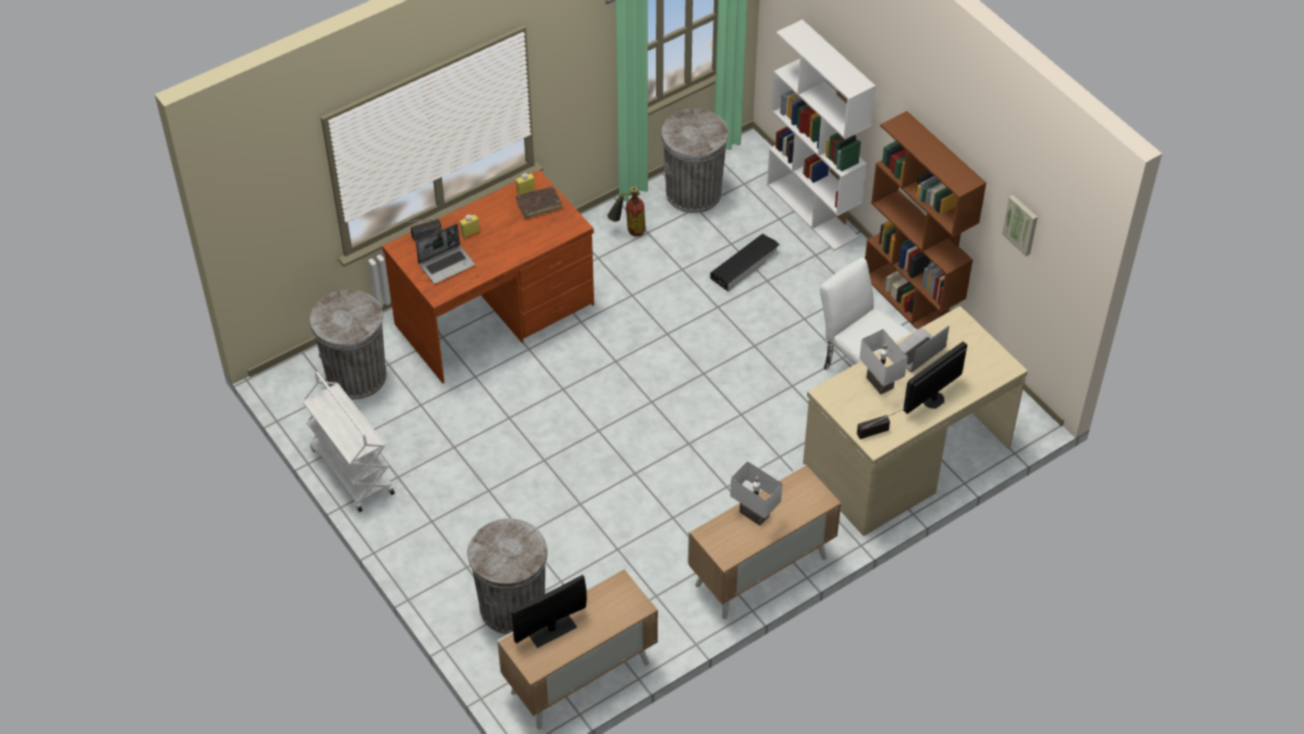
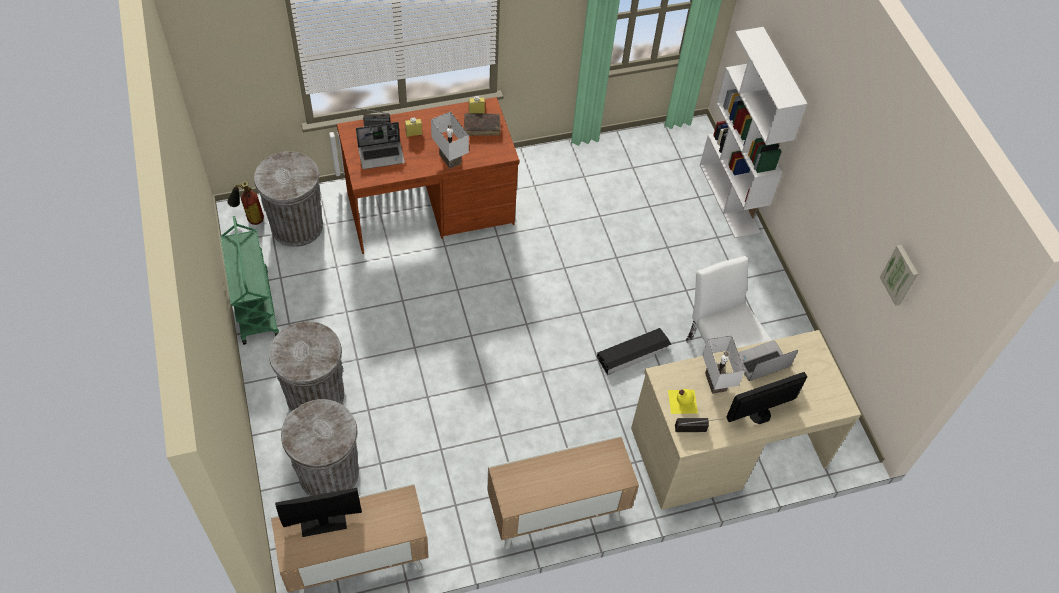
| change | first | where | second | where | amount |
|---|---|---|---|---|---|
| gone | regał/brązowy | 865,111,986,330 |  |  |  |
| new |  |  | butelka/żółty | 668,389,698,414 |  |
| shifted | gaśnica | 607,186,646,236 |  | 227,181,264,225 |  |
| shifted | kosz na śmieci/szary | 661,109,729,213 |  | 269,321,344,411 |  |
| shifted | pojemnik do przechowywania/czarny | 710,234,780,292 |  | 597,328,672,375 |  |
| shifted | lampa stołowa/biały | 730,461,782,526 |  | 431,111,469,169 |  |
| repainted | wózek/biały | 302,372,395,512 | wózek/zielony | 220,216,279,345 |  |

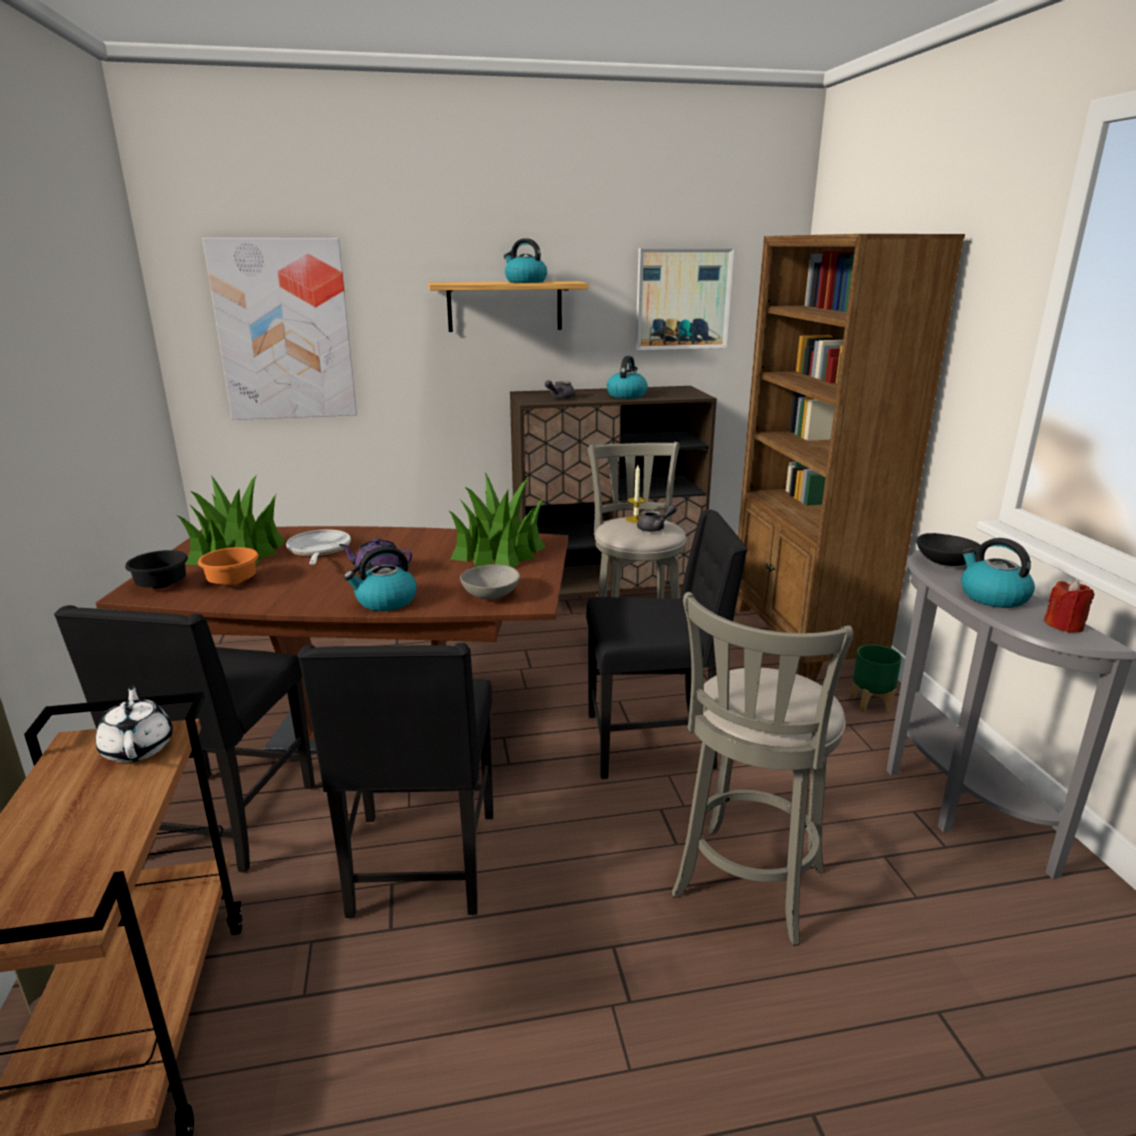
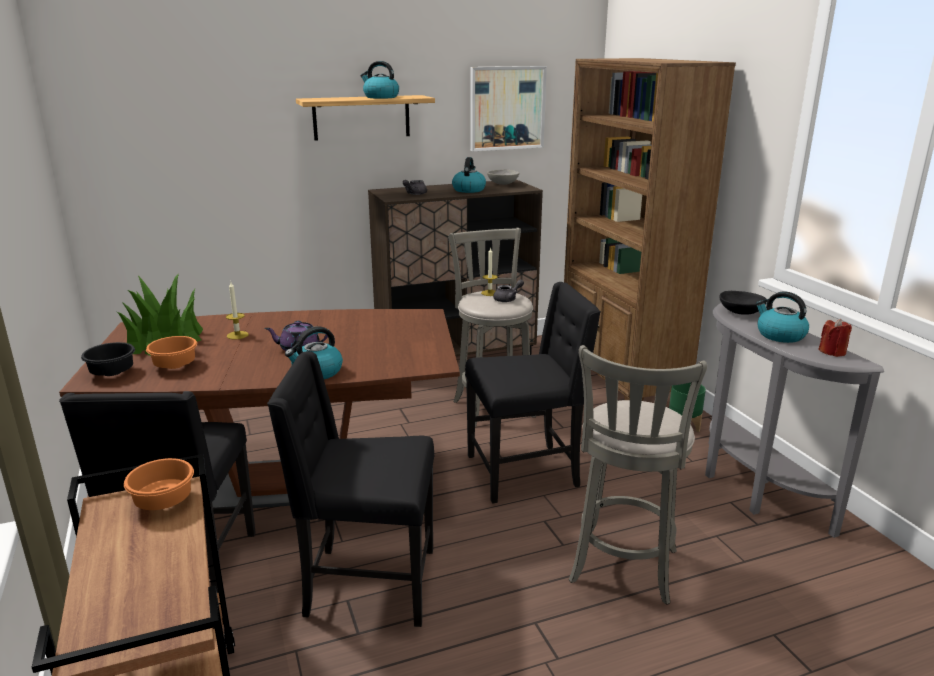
| change | first | where | second | where | amount |
|---|---|---|---|---|---|
| gone | obraz | 202,238,357,420 |  |  |  |
| gone | roślina doniczkowa | 449,473,545,568 |  |  |  |
| shifted | miska/szary | 460,564,520,599 |  | 487,169,519,185 |  |
| swapped | imbryk/biały | 96,685,173,763 | miska/pomarańczowy | 124,458,194,510 |  |
| swapped | patelnia | 286,529,351,565 | świeca | 226,282,249,340 |  |
| rotated | krzesło/czarny | 297,643,493,918 |  | 267,351,434,627 | 105 degrees clockwise |

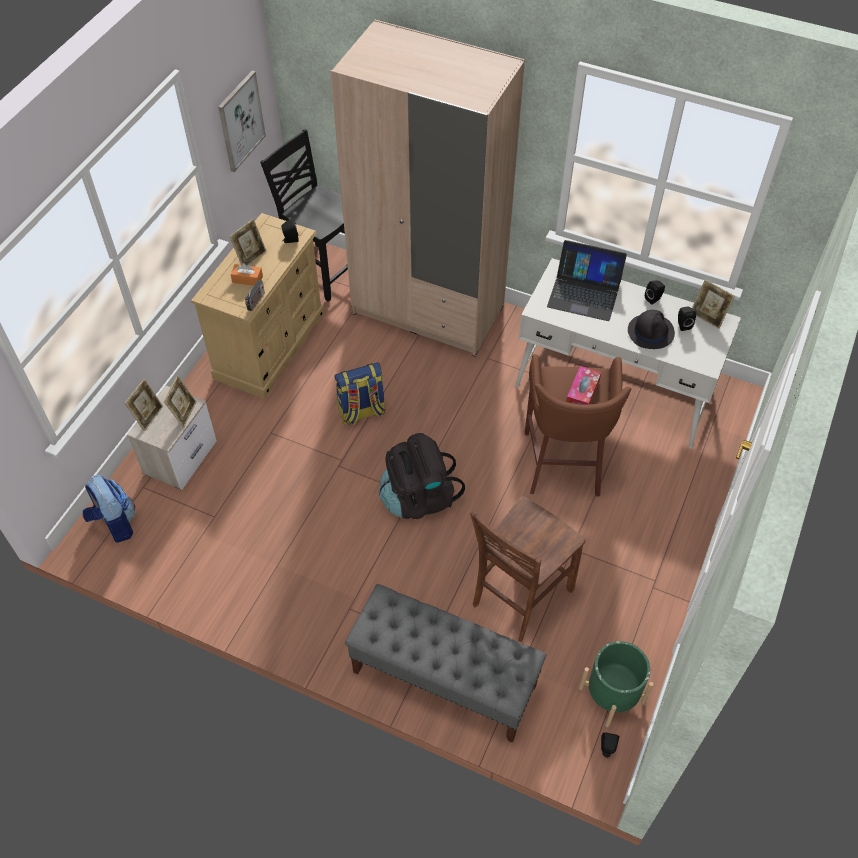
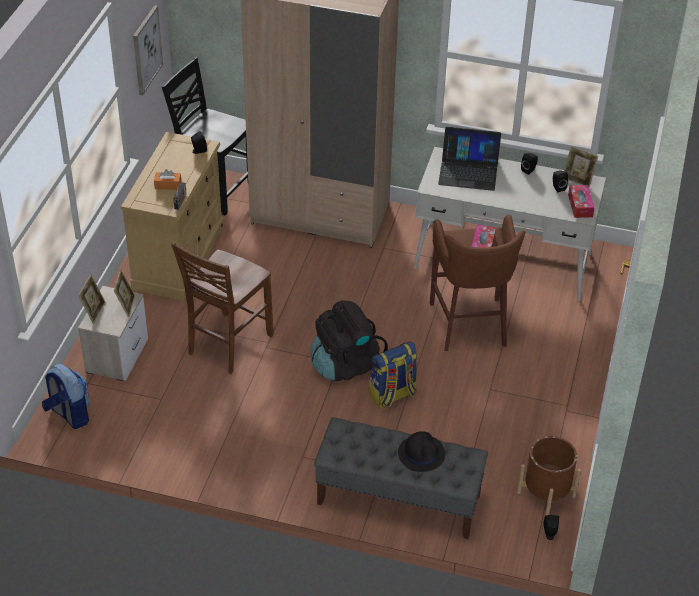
| change | first | where | second | where | amount |
|---|---|---|---|---|---|
| gone | ramka na zdjęcie | 229,219,267,266 |  |  |  |
| new |  |  | pudełko chusteczek | 568,185,594,218 |  |
| shifted | plecak | 334,362,386,425 |  | 369,341,418,408 |  |
| shifted | krzesło/brązowy | 470,497,585,642 |  | 171,242,274,374 |  |
| shifted | kapelusz/czarny | 628,310,675,349 |  | 398,431,445,472 |  |
| repainted | donica/zielony | 579,641,654,727 | donica/brązowy | 517,436,581,516 |  |

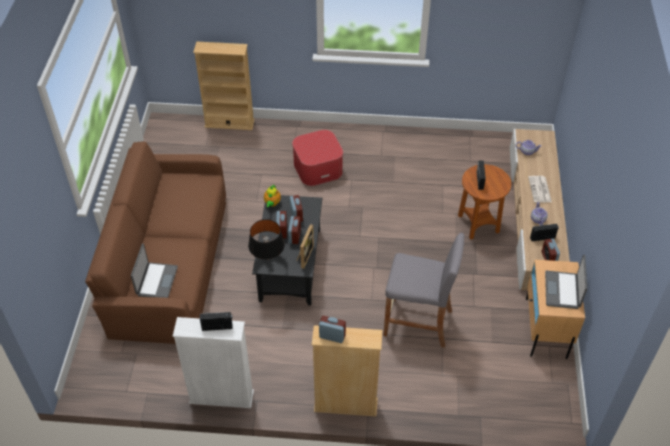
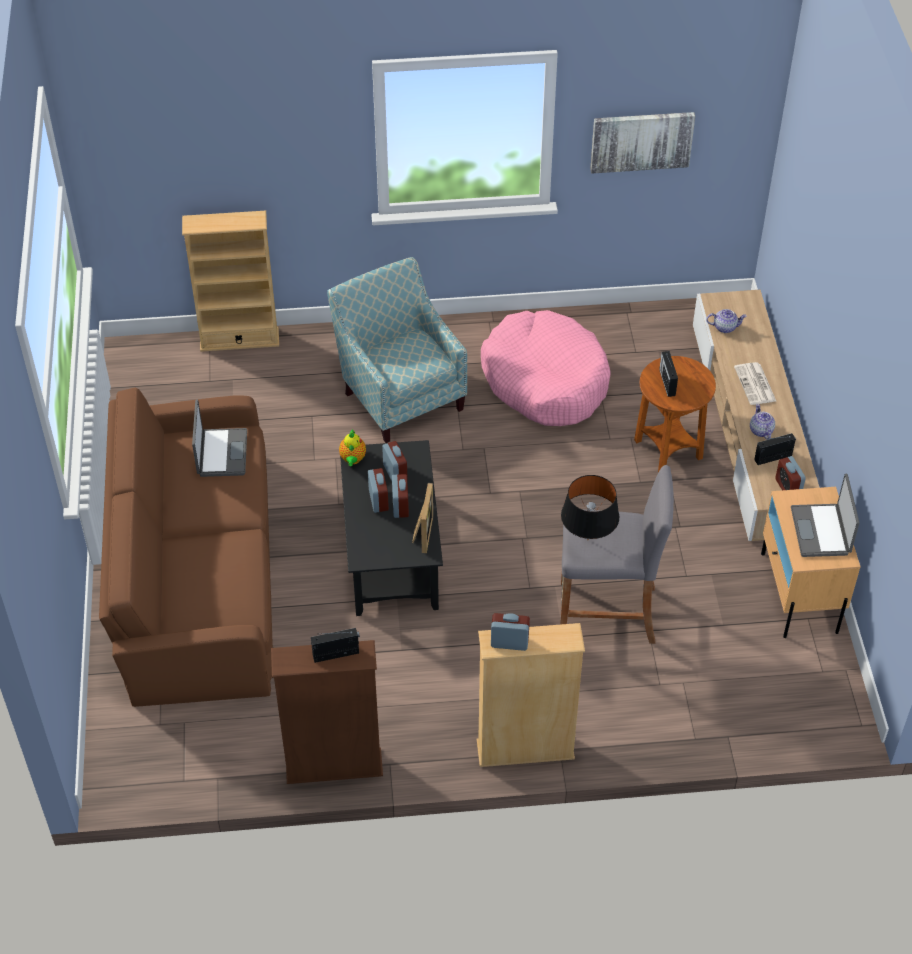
| change | first | where | second | where | amount |
|---|---|---|---|---|---|
| new |  |  | legowisko/różowy | 481,310,611,426 |  |
| new |  |  | obraz | 590,112,695,174 |  |
| shifted | laptop | 131,243,178,298 |  | 192,400,247,477 |  |
| shifted | lampa stołowa/czarny | 248,219,285,259 |  | 561,475,619,540 |  |
| swapped | pufa | 292,130,343,186 | fotel | 327,257,467,443 |  |
| repainted | regał/biały | 173,317,254,408 | regał/brązowy | 271,640,383,784 |  |

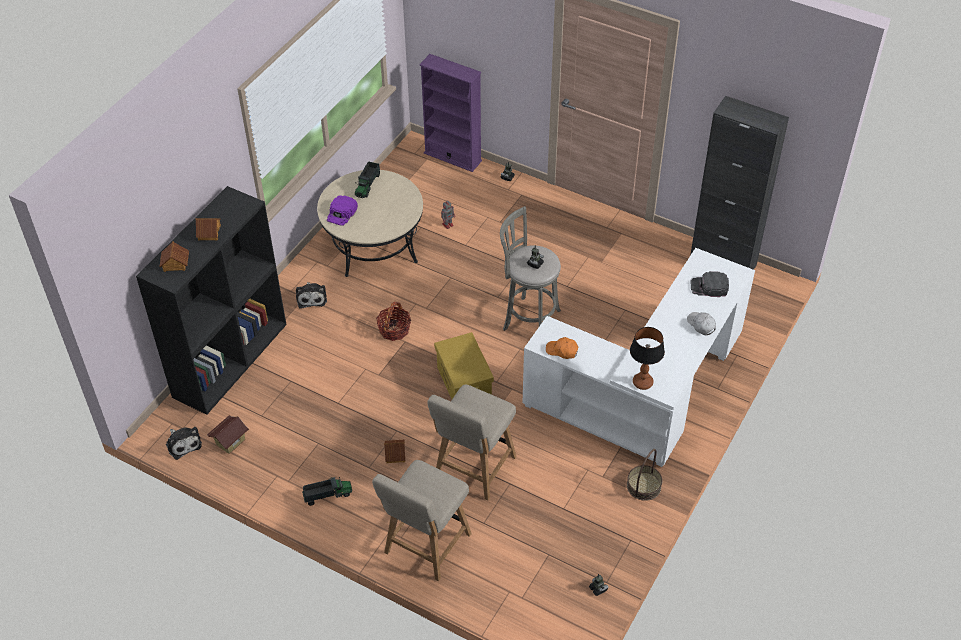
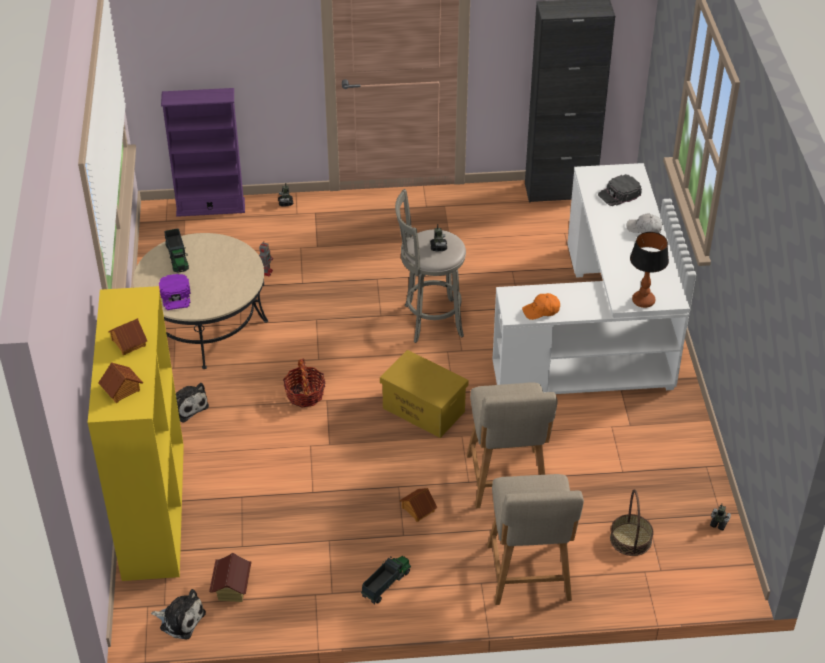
| change | first | where | second | where | amount |
|---|---|---|---|---|---|
| shifted | koszyk | 627,449,662,501 |  | 610,489,653,556 |  |
| repainted | regał/czarny | 136,186,286,415 | regał/żółty | 88,286,184,581 |  |

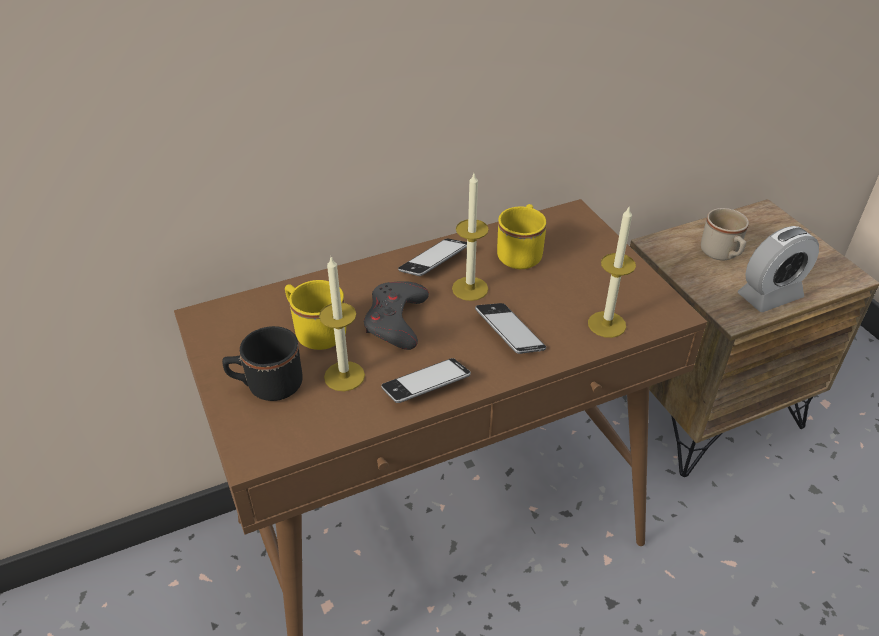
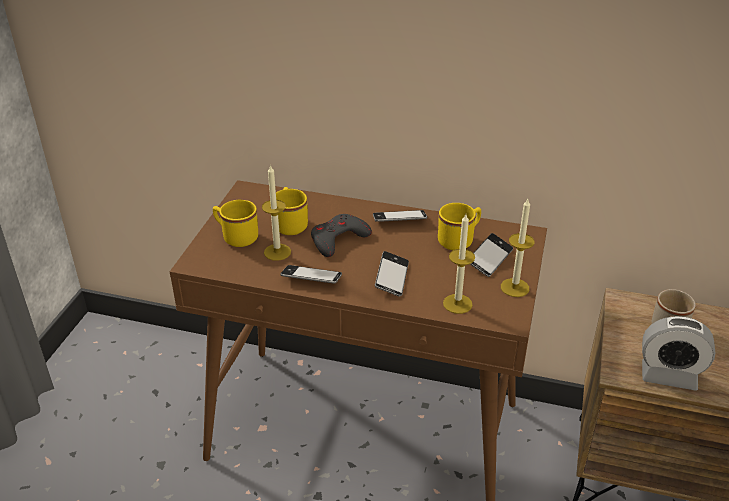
| change | first | where | second | where | amount |
|---|---|---|---|---|---|
| new |  |  | telefon | 470,233,513,277 |  |
| shifted | świeca | 452,173,489,301 |  | 501,199,535,297 |  |
| repainted | kubek/czarny | 222,326,303,401 | kubek/żółty | 213,200,258,247 |  |

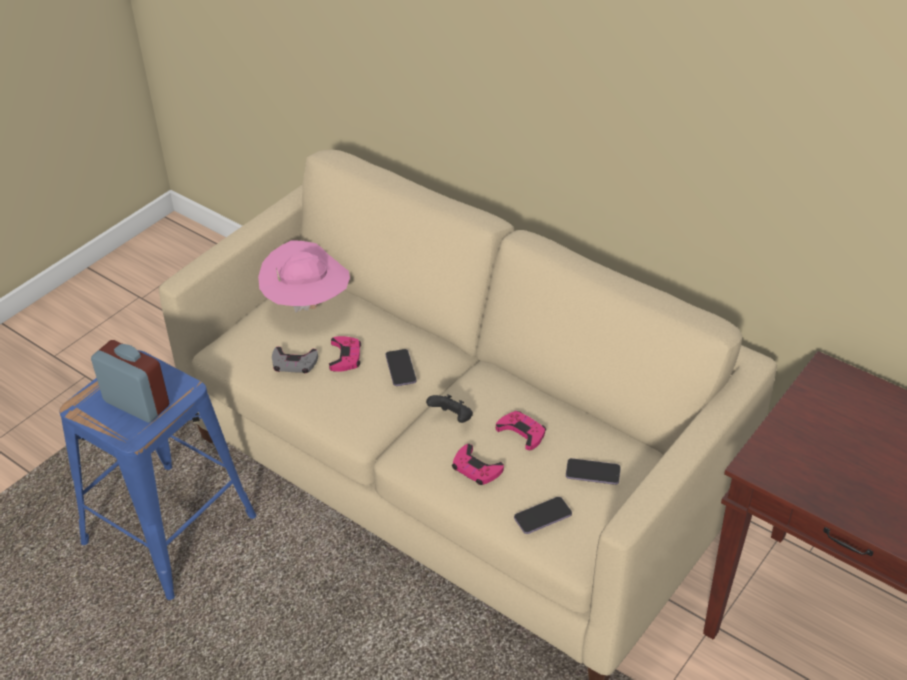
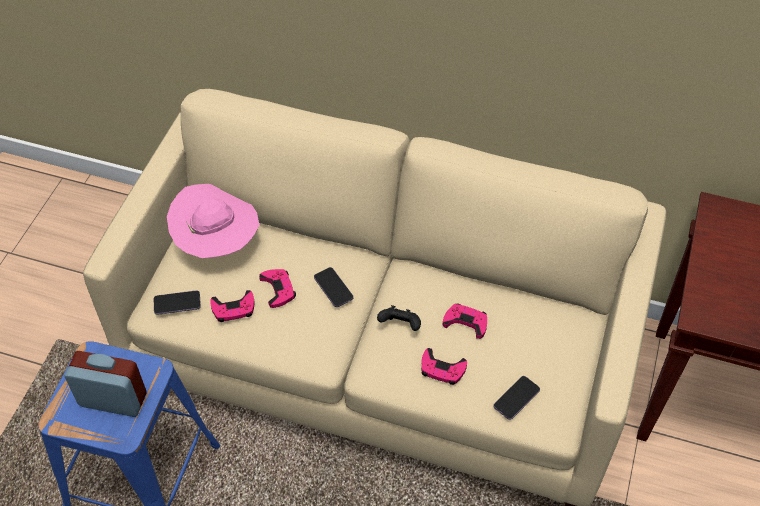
| change | first | where | second | where | amount |
|---|---|---|---|---|---|
| shifted | telefon | 566,458,621,485 |  | 154,290,201,315 |  |
| repainted | pad do gier/szary | 272,347,318,373 | pad do gier/różowy | 210,290,255,322 |  |

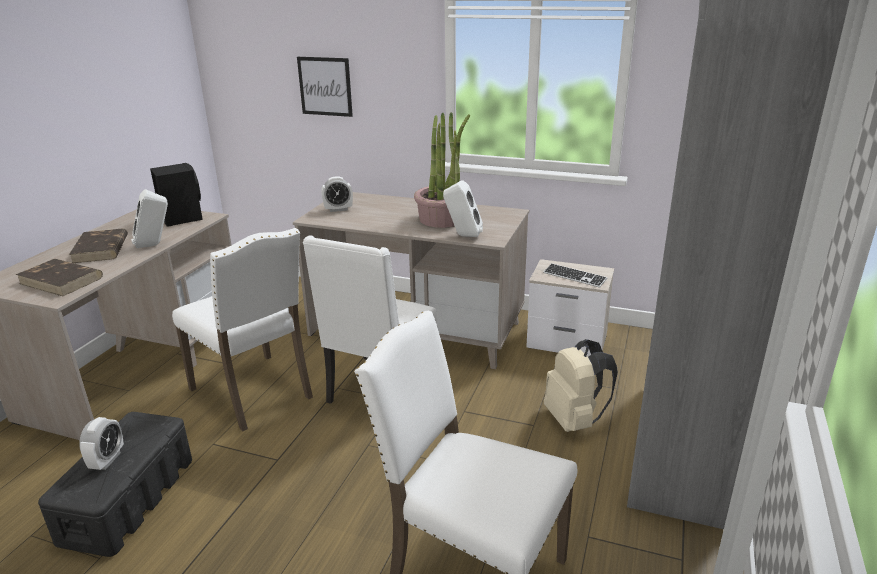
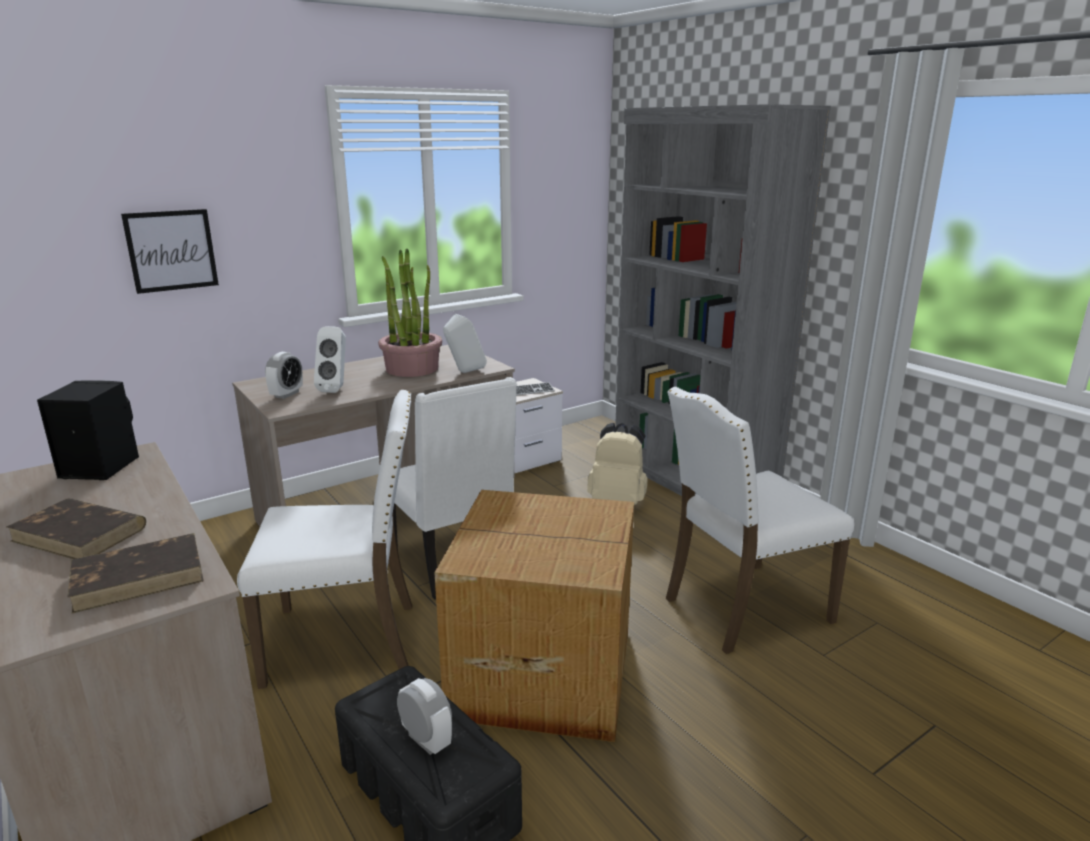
| change | first | where | second | where | amount |
|---|---|---|---|---|---|
| new |  |  | karton | 434,490,634,742 |  |
| shifted | głośnik/biały | 131,189,168,248 |  | 314,326,346,393 |  |

